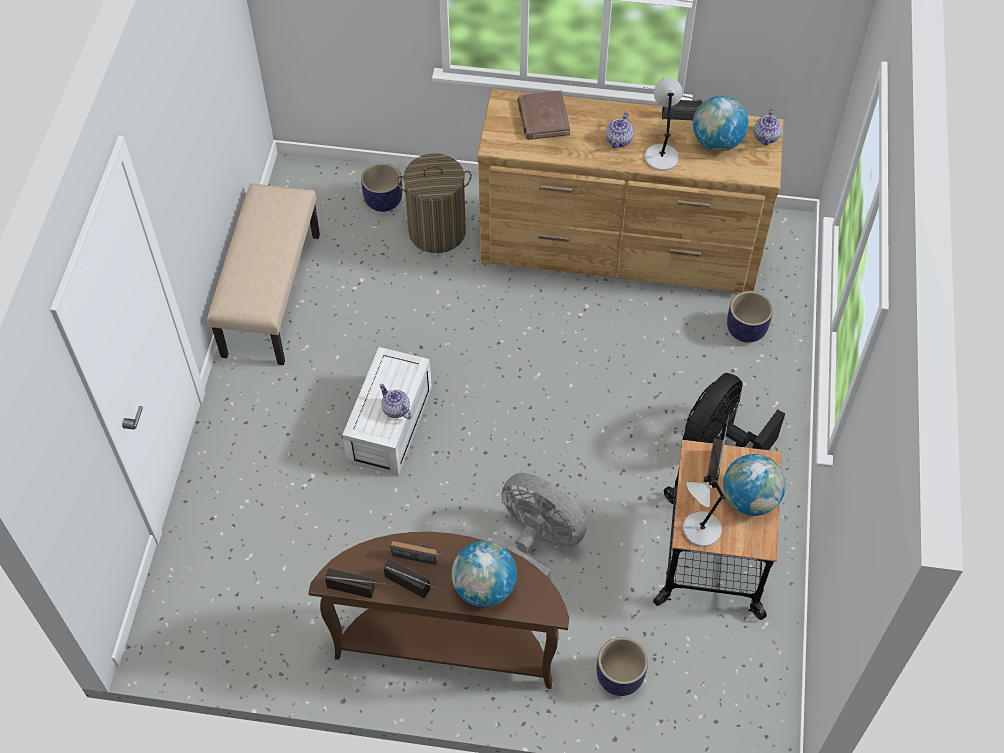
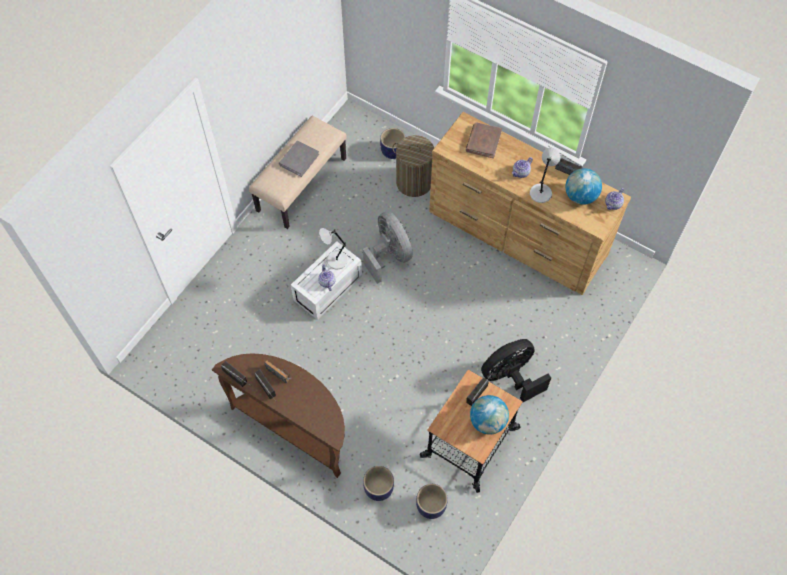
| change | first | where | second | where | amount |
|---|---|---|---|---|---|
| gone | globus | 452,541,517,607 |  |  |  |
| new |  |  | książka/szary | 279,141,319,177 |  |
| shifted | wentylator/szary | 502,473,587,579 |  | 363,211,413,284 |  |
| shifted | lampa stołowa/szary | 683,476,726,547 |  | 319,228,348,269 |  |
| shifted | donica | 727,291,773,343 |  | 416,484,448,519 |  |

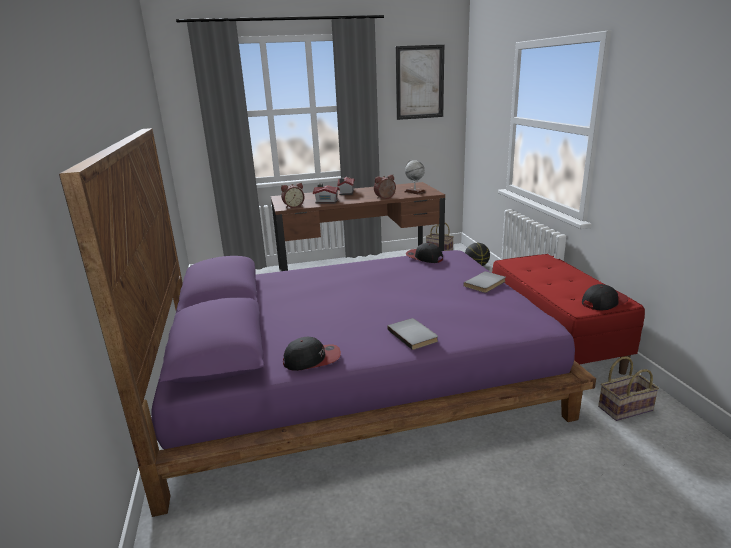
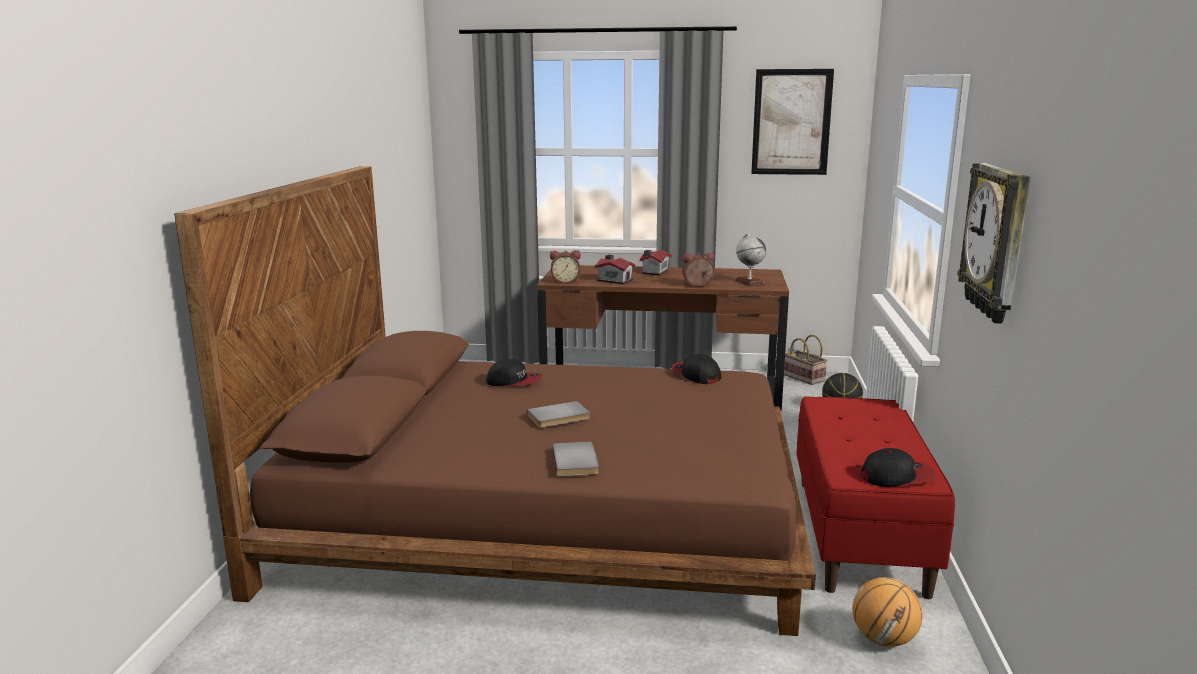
| change | first | where | second | where | amount |
|---|---|---|---|---|---|
| new |  |  | zegar ścienny | 957,163,1030,323 |  |
| shifted | czapka z daszkiem | 283,337,341,371 |  | 486,359,542,386 |  |
| shifted | książka/szary | 464,271,506,293 |  | 527,401,590,428 |  |
| swapped | koszyk | 598,356,659,421 | piłka do koszykówki | 852,577,923,647 |  |
| repainted | łóżko/fioletowy | 59,128,596,517 | łóżko/brązowy | 174,166,816,636 |  |

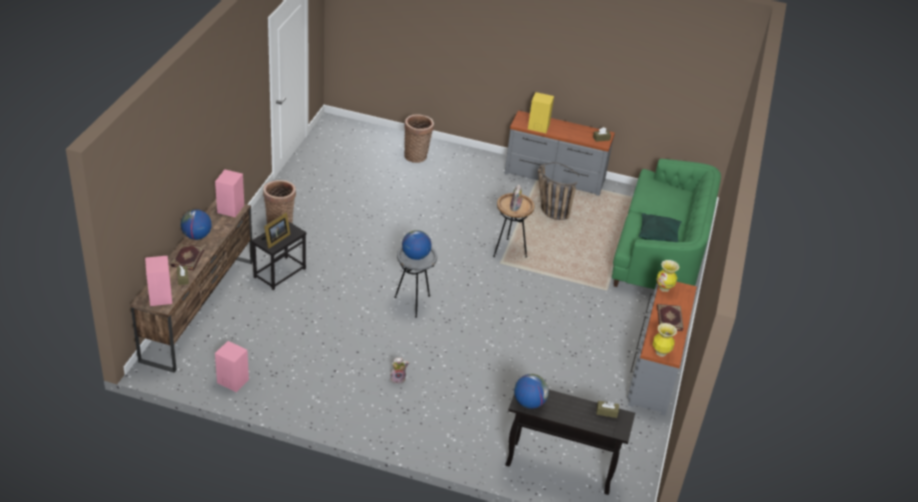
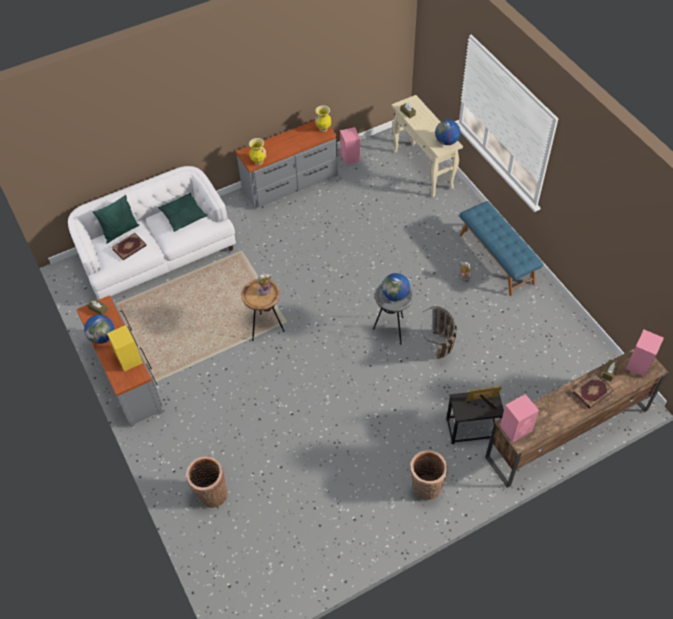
| change | first | where | second | where | amount |
|---|---|---|---|---|---|
| new |  |  | poduszka/zielony | 93,195,139,244 |  |
| new |  |  | ławka/niebieski | 460,201,543,296 |  |
| shifted | globus | 181,209,211,240 |  | 84,315,114,344 |  |
| shifted | głośnik/różowy | 215,341,249,392 |  | 340,127,360,165 |  |
| shifted | koszyk | 538,162,579,220 |  | 421,306,457,359 |  |
| shifted | książka | 657,304,684,331 |  | 112,233,147,260 |  |
| repainted | stolik konsolowy/czarny | 505,390,635,495 | stolik konsolowy/beżowy | 392,95,463,197 |  |
| repainted | kanapa/zielony | 612,159,721,289 | kanapa/biały | 68,166,236,300 |  |

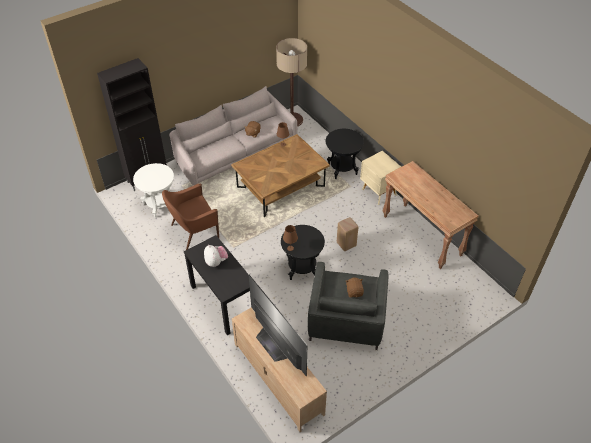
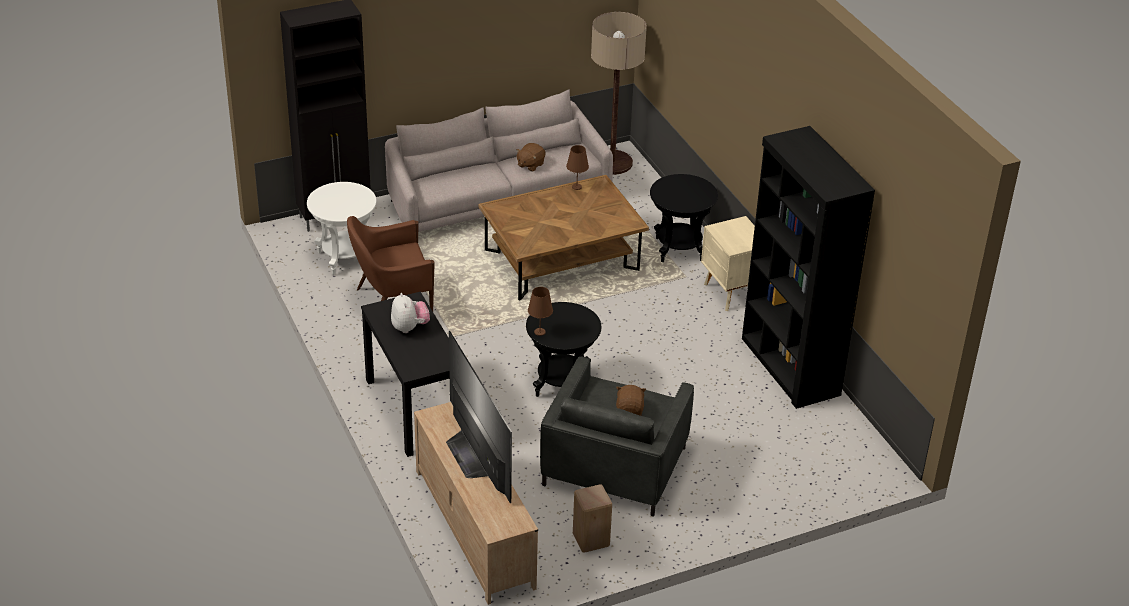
| change | first | where | second | where | amount |
|---|---|---|---|---|---|
| shifted | stołek/beżowy | 337,217,358,251 |  | 573,484,612,553 |  |
| swapped | stolik konsolowy/brązowy | 382,161,478,269 | regał/czarny | 742,126,875,409 |  |

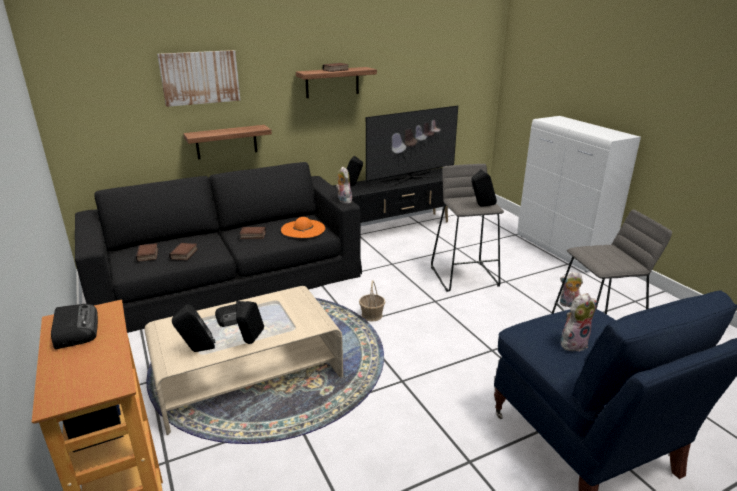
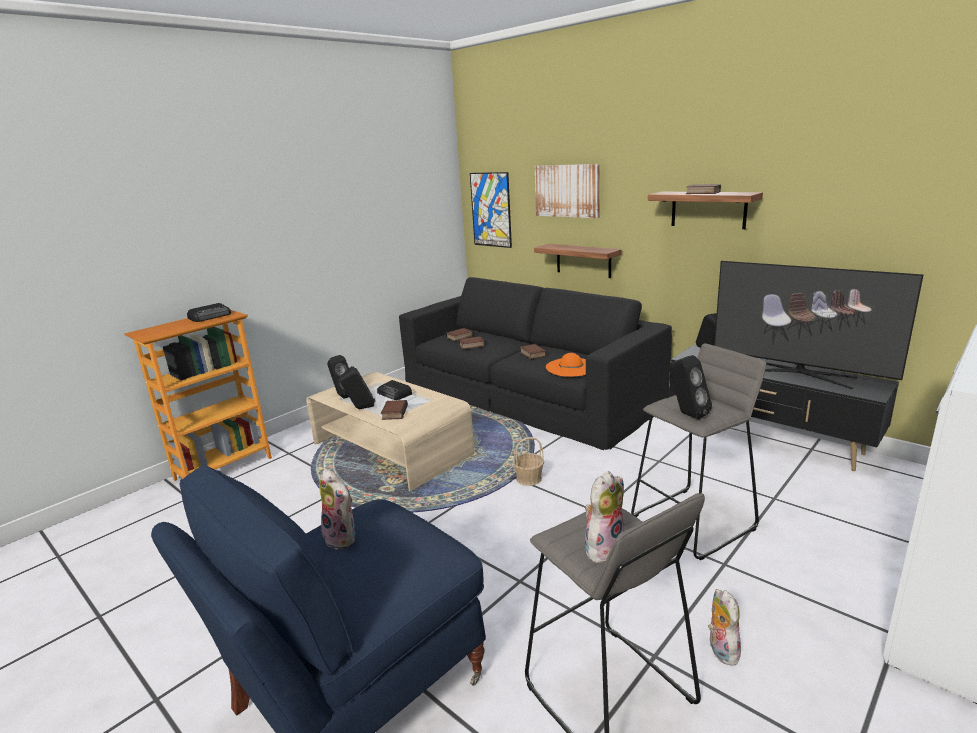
| change | first | where | second | where | amount |
|---|---|---|---|---|---|
| new |  |  | książka | 381,400,408,420 |  |
| new |  |  | obraz | 470,172,512,248 |  |
| shifted | pluszak | 336,166,352,204 |  | 585,471,624,563 |  |

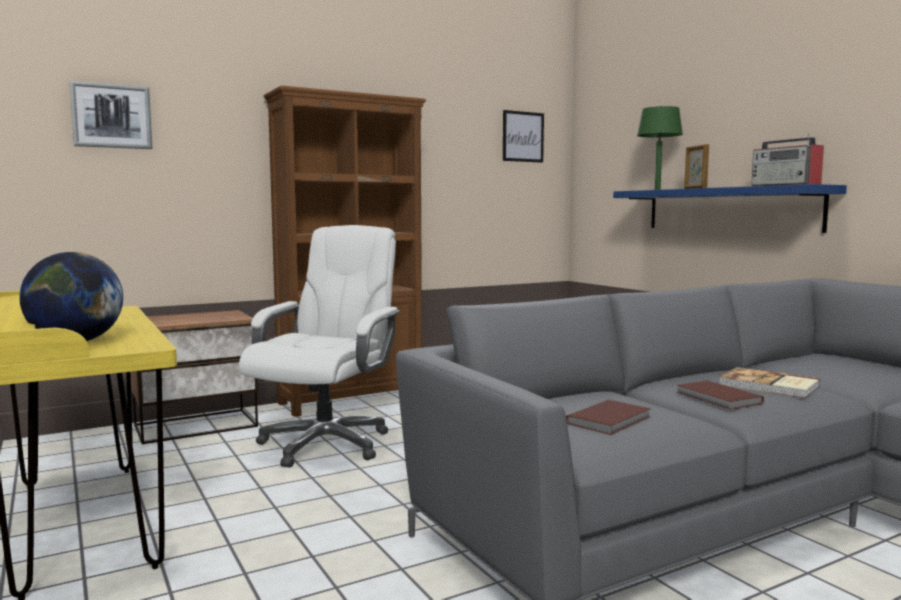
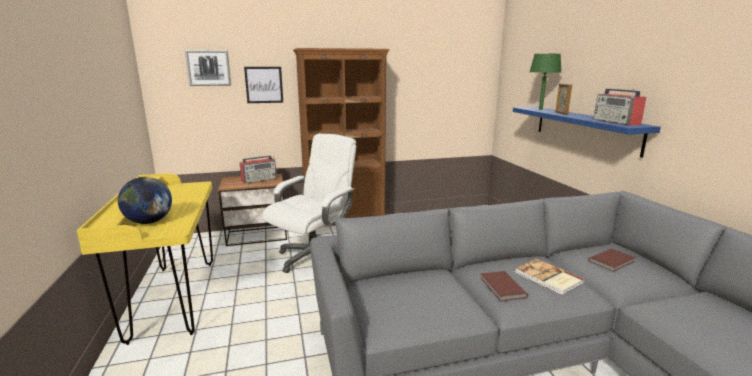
| change | first | where | second | where | amount |
|---|---|---|---|---|---|
| new |  |  | radio | 240,155,277,184 |  |
| shifted | obraz | 503,110,544,163 |  | 244,67,283,103 |  |
| shifted | książka/brązowy | 566,400,651,435 |  | 588,248,636,272 |  |

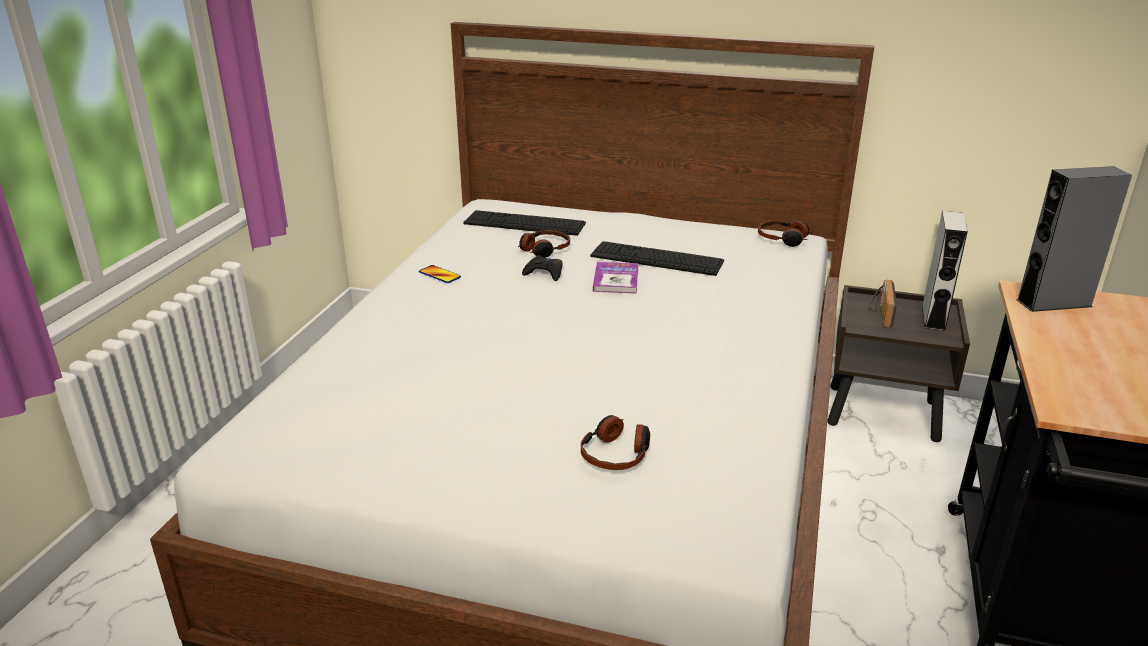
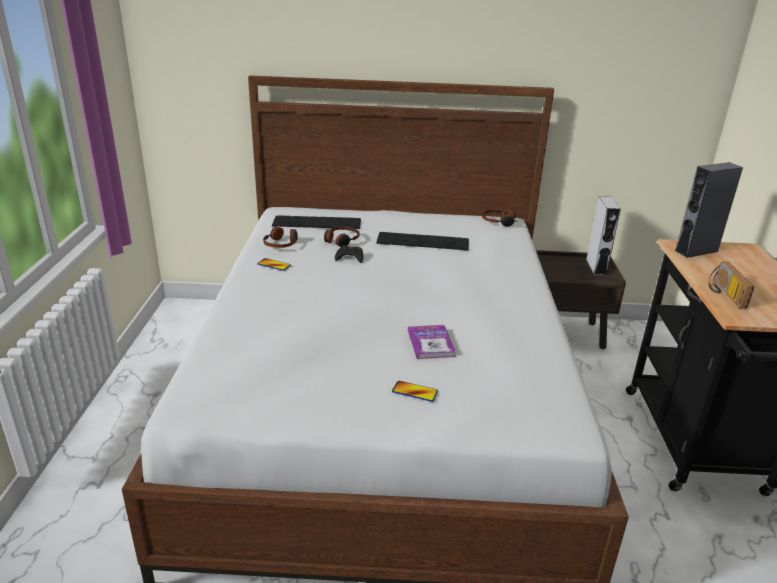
| change | first | where | second | where | amount |
|---|---|---|---|---|---|
| new |  |  | telefon | 392,381,438,402 |  |
| shifted | słuchawki | 581,415,650,470 |  | 263,227,298,248 |  |
| shifted | książka | 593,262,639,294 |  | 408,325,456,359 |  |
| shifted | radio | 869,280,897,328 |  | 709,261,754,309 |  |

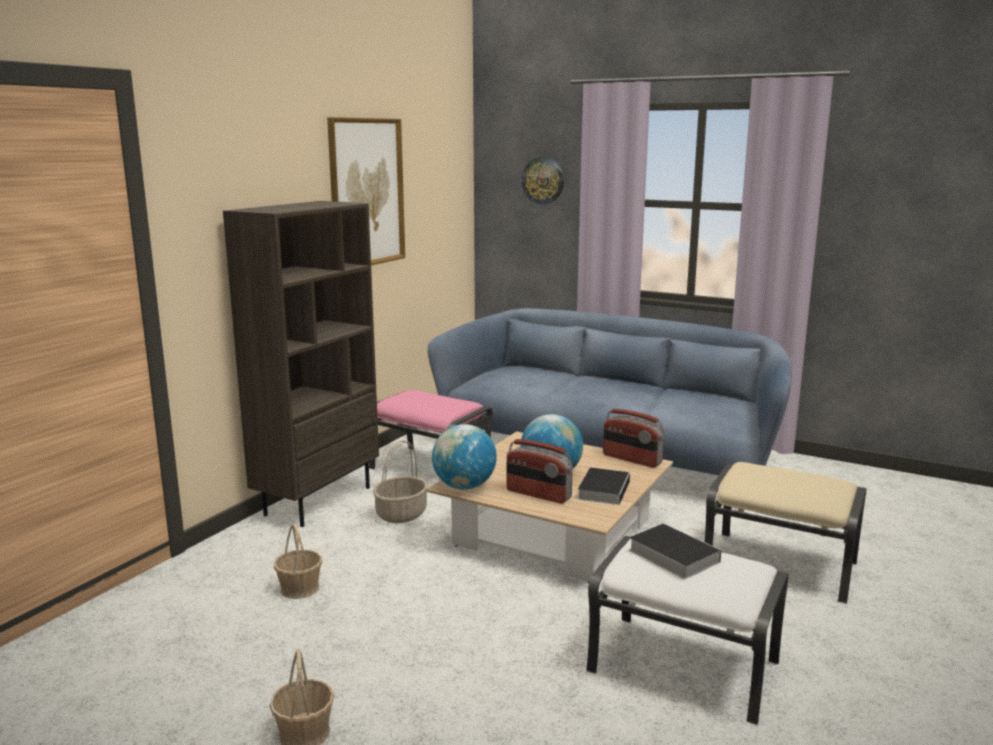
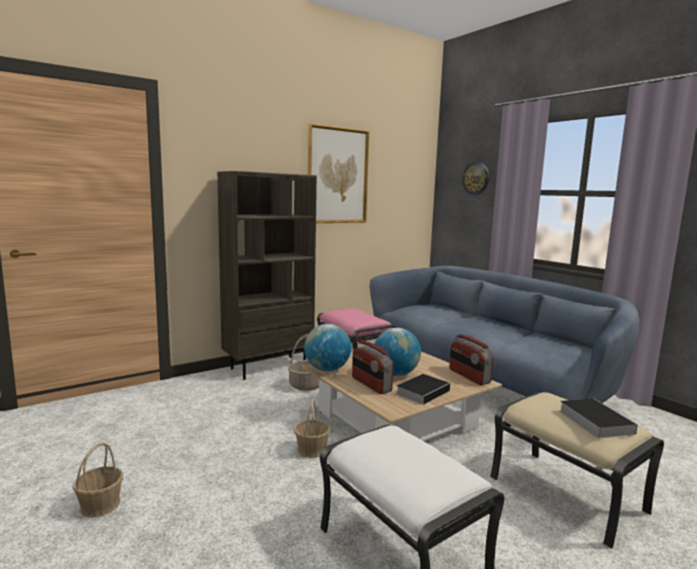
| change | first | where | second | where | amount |
|---|---|---|---|---|---|
| shifted | koszyk | 274,524,322,599 |  | 294,399,331,458 |  |
| shifted | książka | 629,523,721,579 |  | 559,398,638,438 |  |

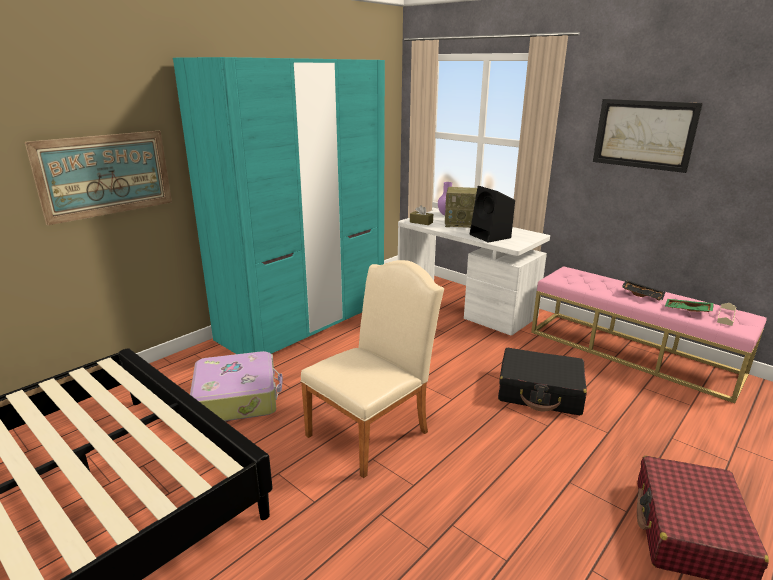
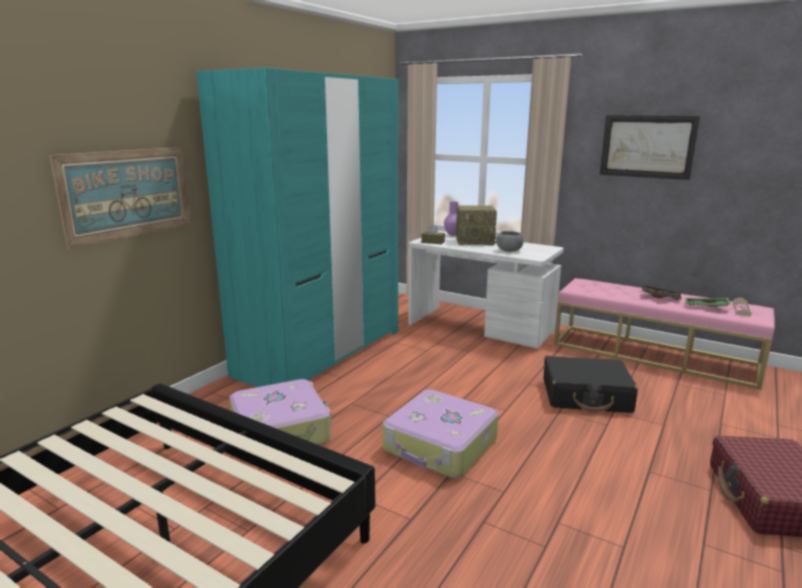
| change | first | where | second | where | amount |
|---|---|---|---|---|---|
| swapped | krzesło/beżowy | 300,260,444,478 | walizka | 383,389,498,478 |  |
| swapped | głośnik/czarny | 470,186,515,243 | miska/szary | 496,231,524,252 |  |

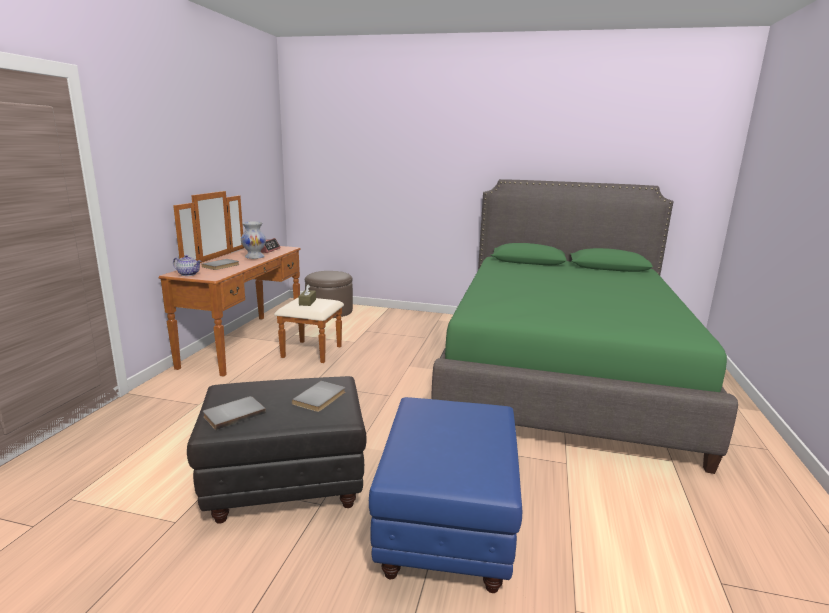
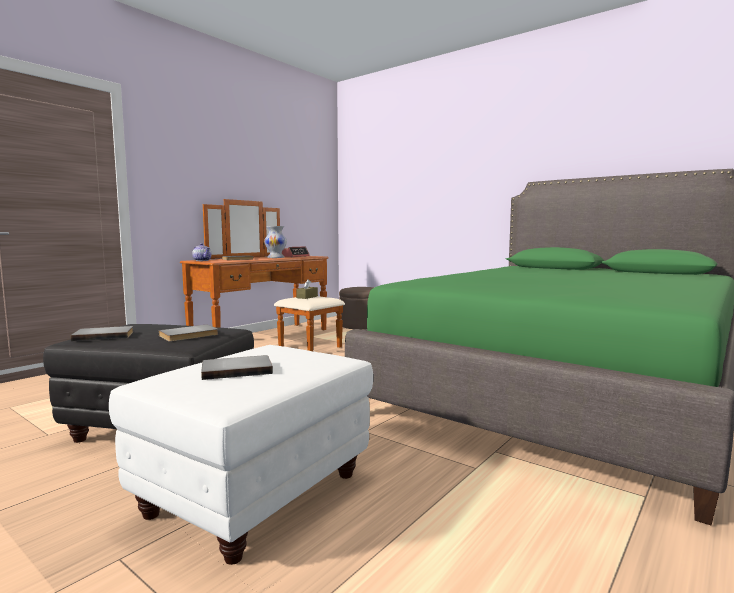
| change | first | where | second | where | amount |
|---|---|---|---|---|---|
| new |  |  | książka/szary | 201,355,273,380 |  |
| repainted | pufa/niebieski | 369,397,522,593 | pufa/biały | 109,345,373,565 |  |

